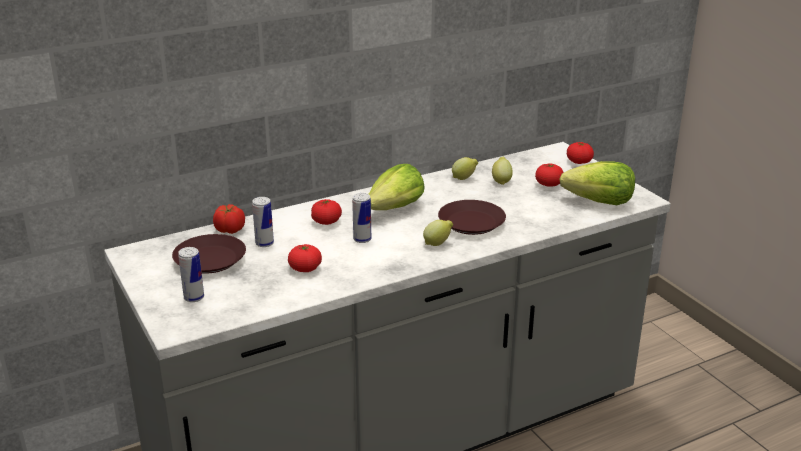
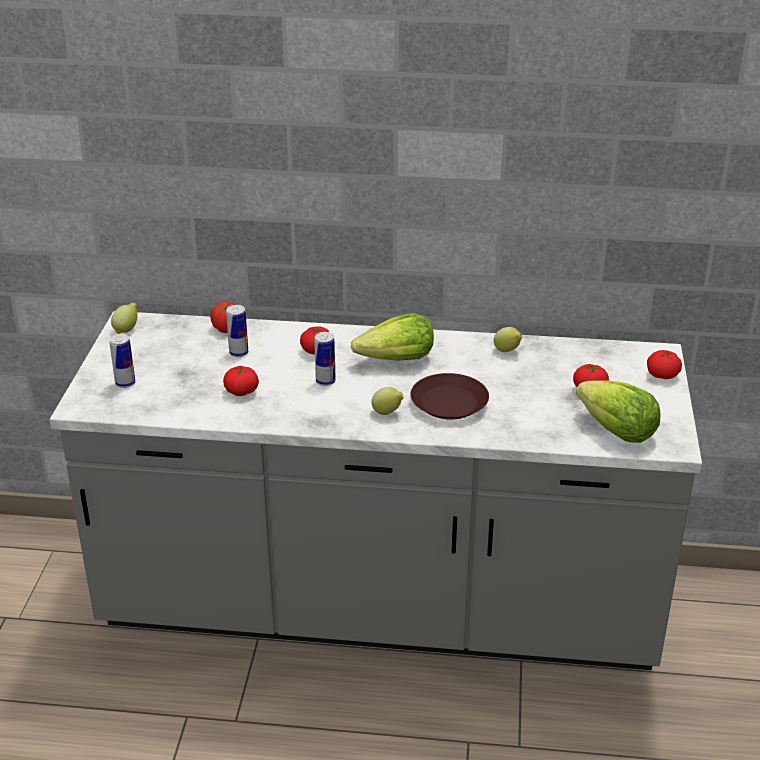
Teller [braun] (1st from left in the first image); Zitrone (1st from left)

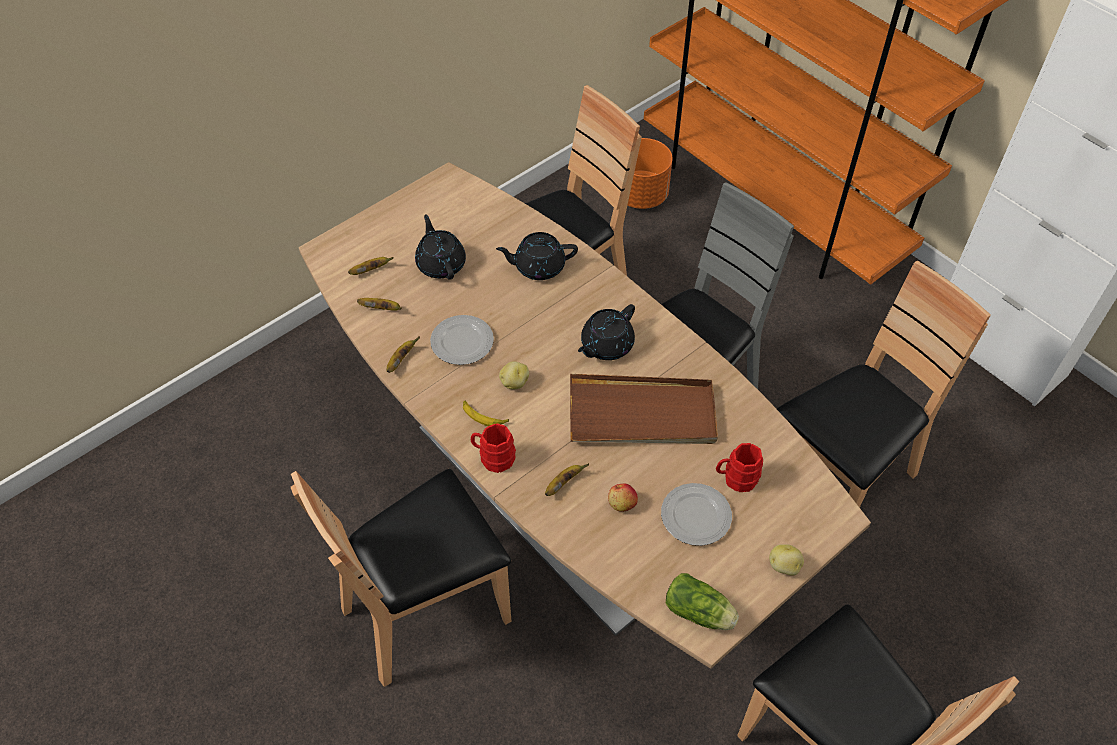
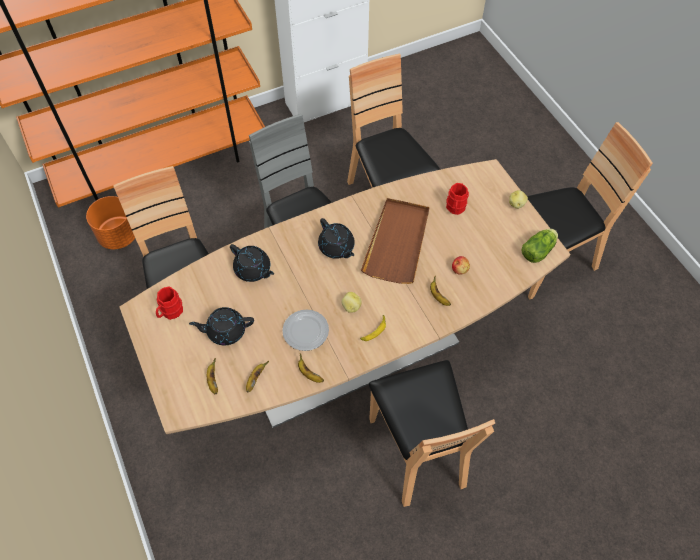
Henkelbecher [rot] (1st from left); Teekanne [schwarz] (2nd from left); Teller (2nd from left in the first image)

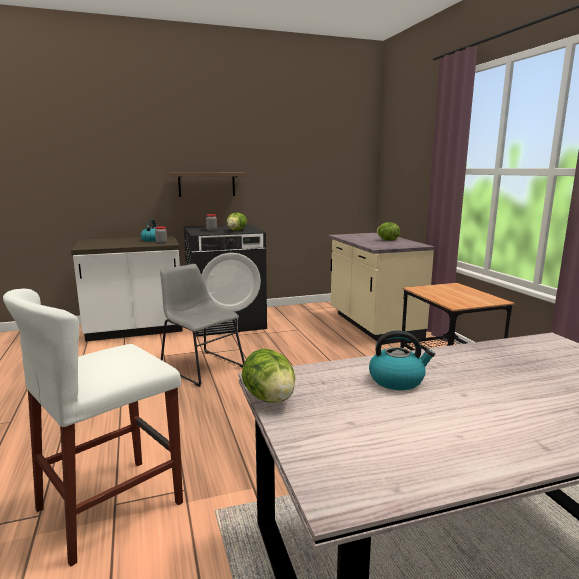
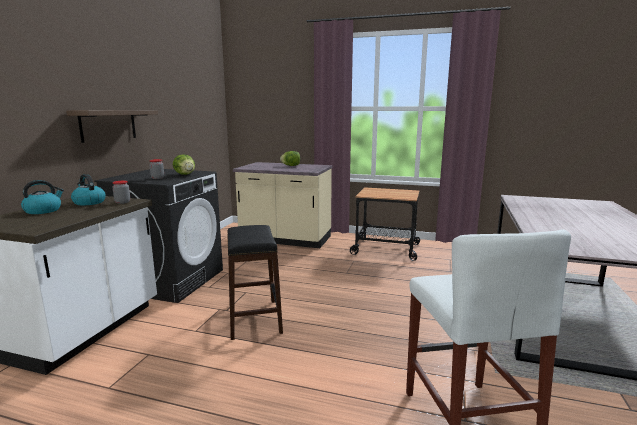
Hocker [schwarz]; Salatkopf (2nd from left in the first image); Wasserkessel (1st from left)

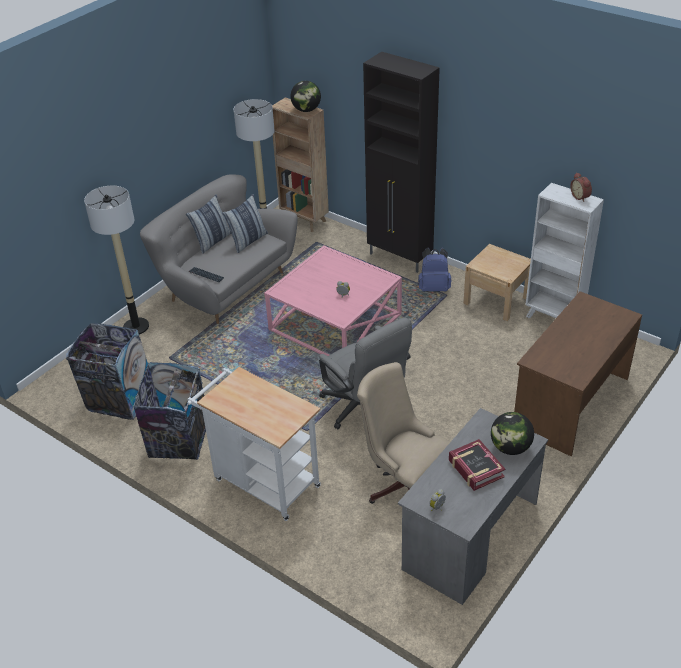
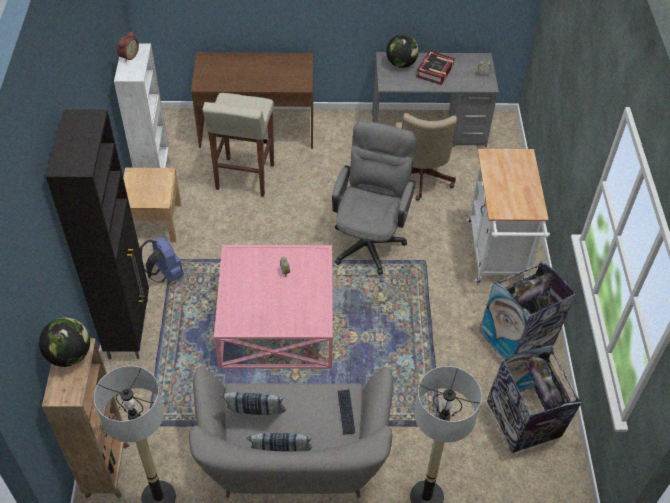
Hocker [beige]

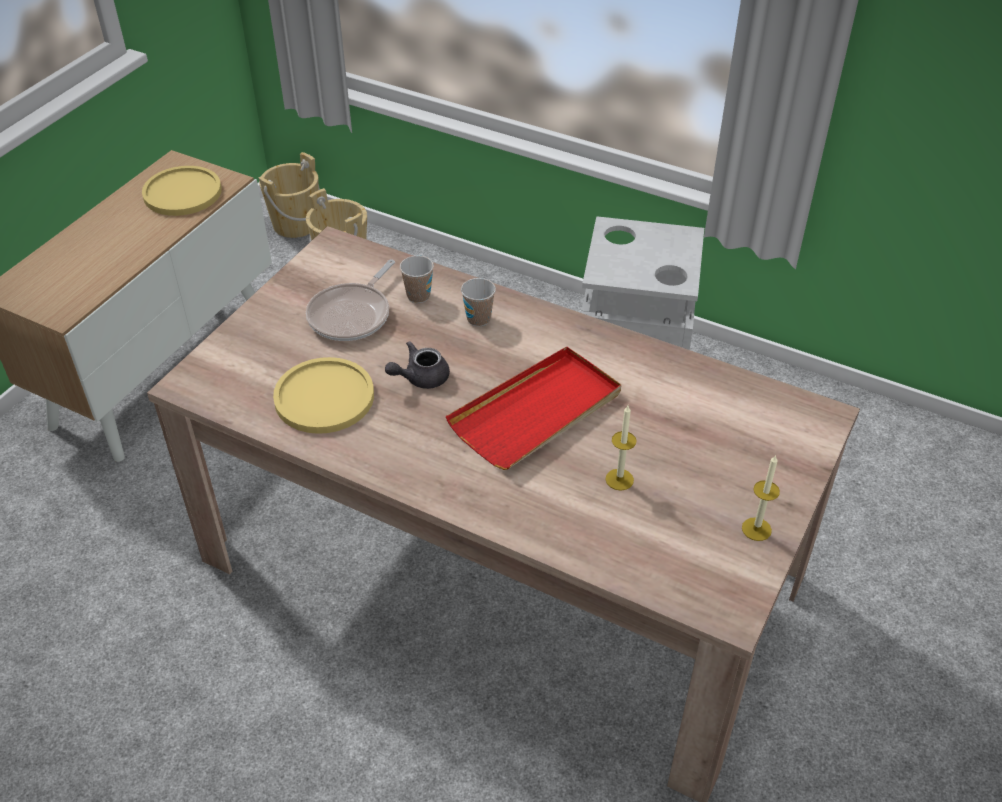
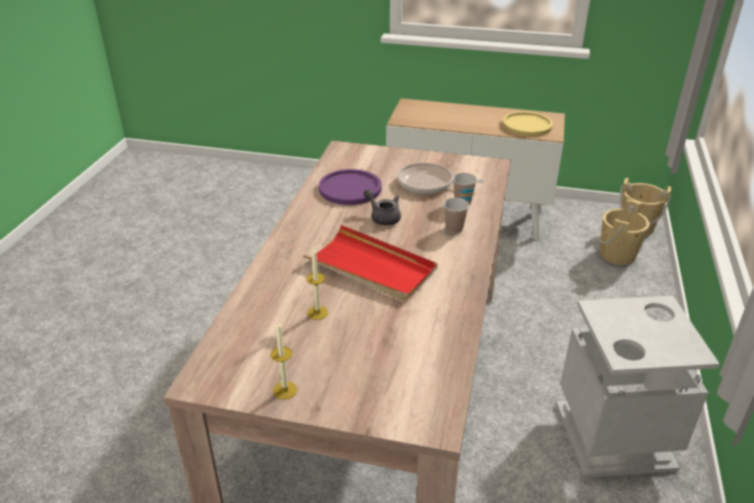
Teller [lila]

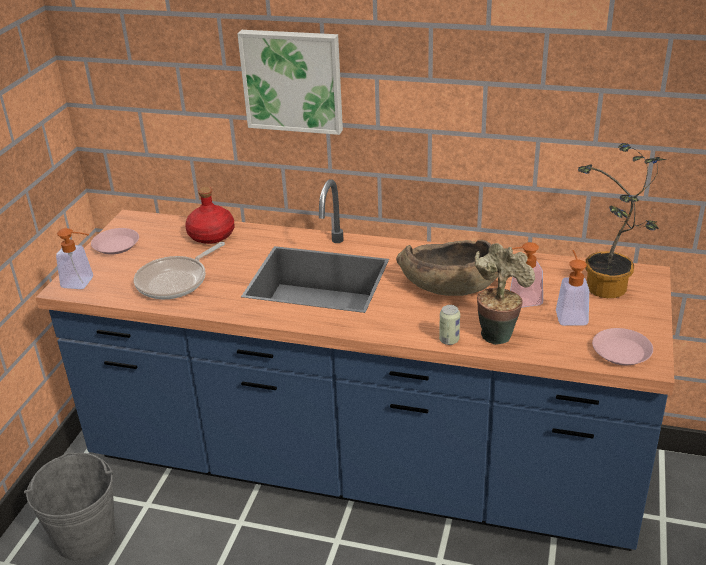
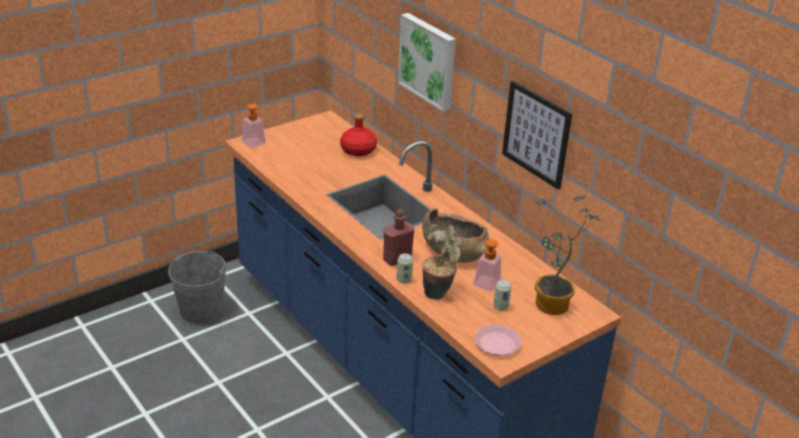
Teller [rosa] (1st from left in the first image); Pfanne; Dose (2nd from left); Flasche [rot] (2nd from left); Bild (2nd from left)

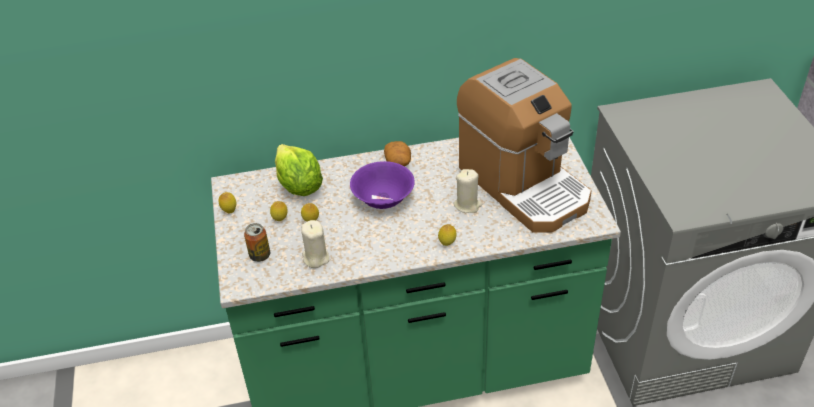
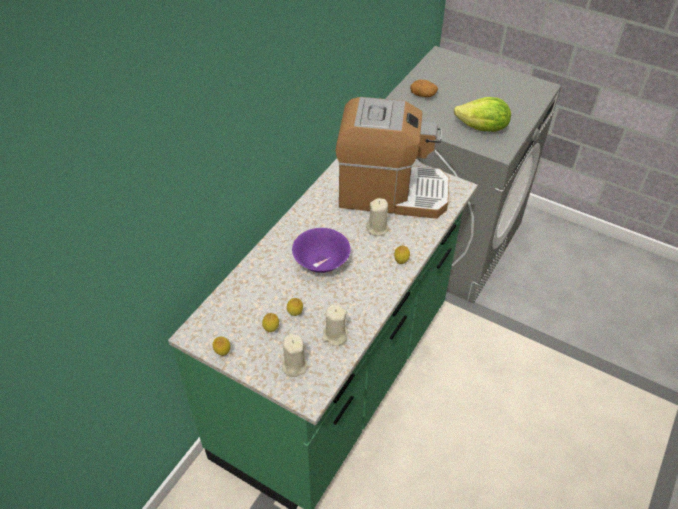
Kerze [beige] (1st from left); Salatkopf; Kartoffel

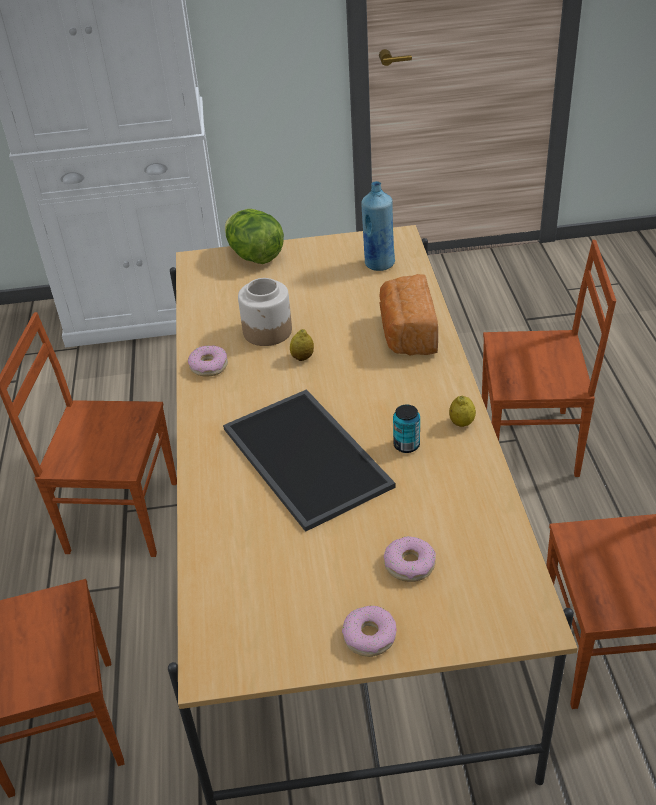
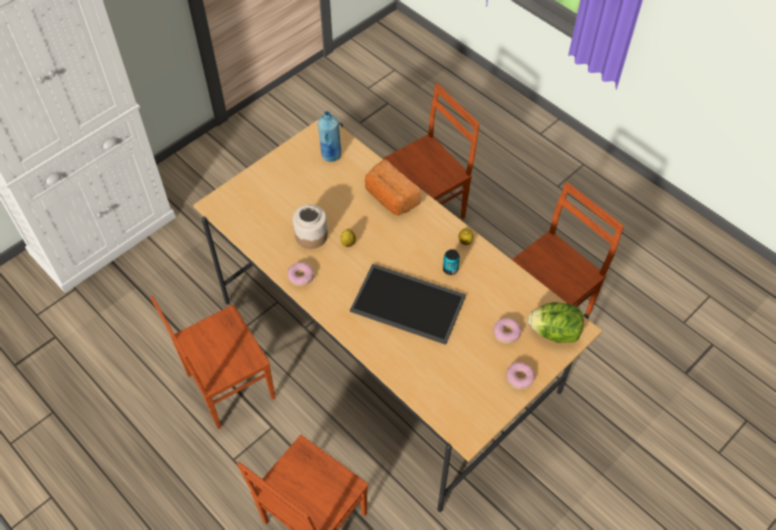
Salatkopf

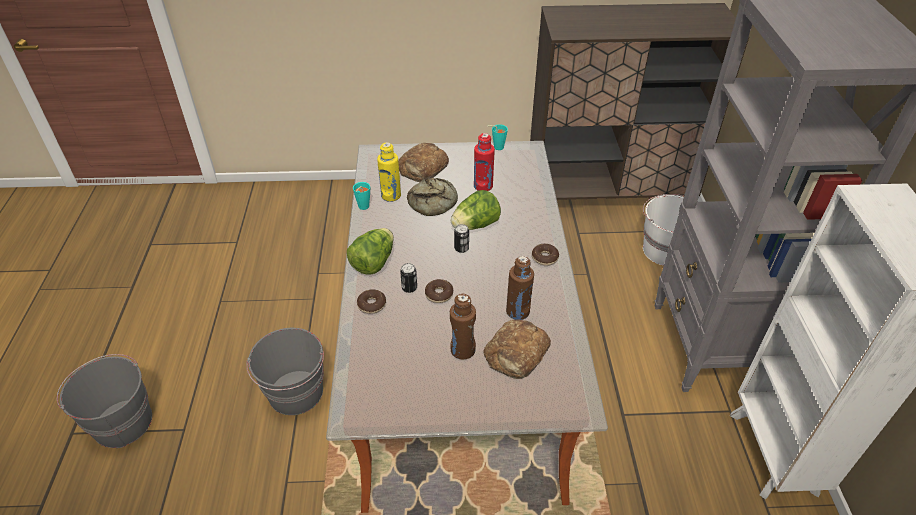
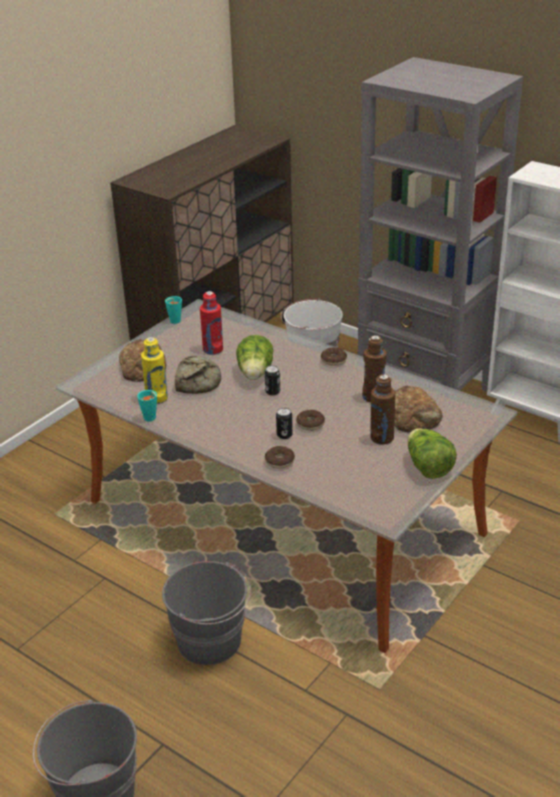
Salatkopf (2nd from left)

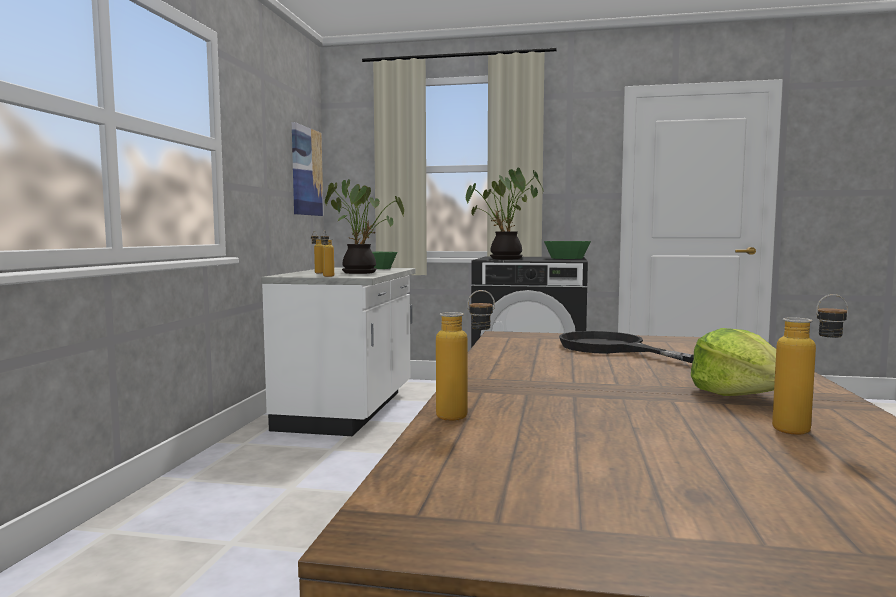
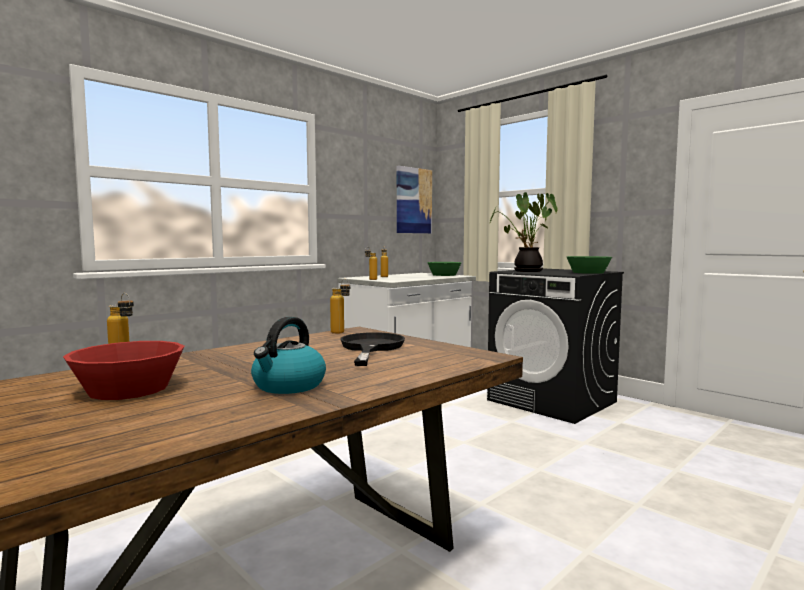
Topfpflanze (1st from left in the first image); Wasserkessel; Flasche (2nd from left); Schüssel [rot]

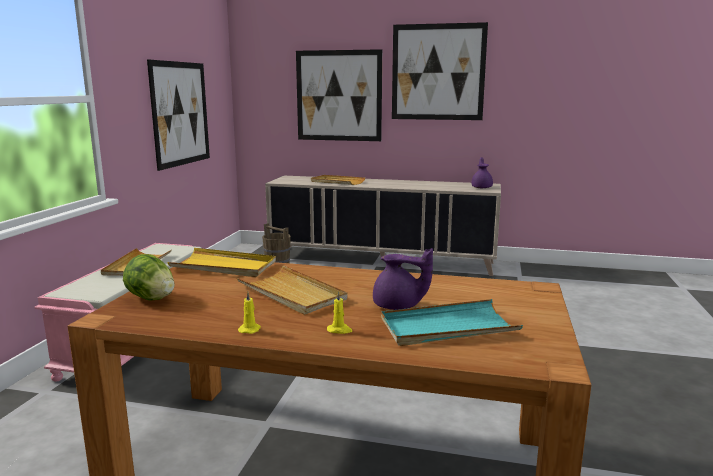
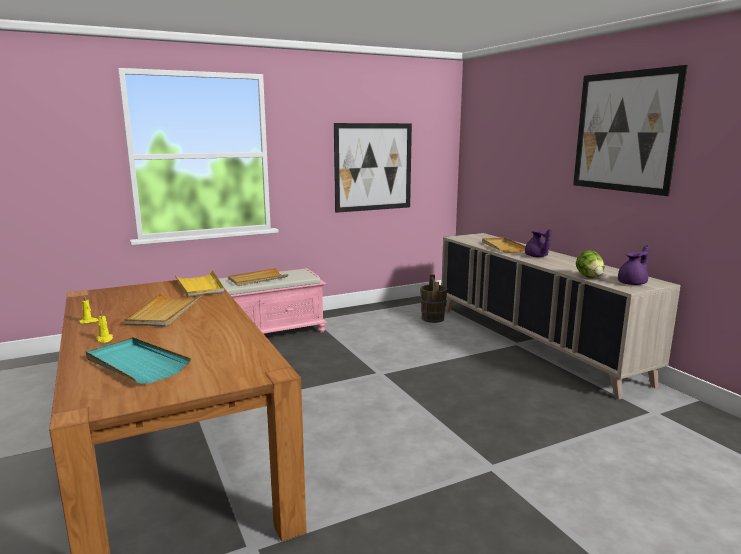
Salatkopf; Bild (2nd from left in the first image); Teekanne [lila] (1st from left)

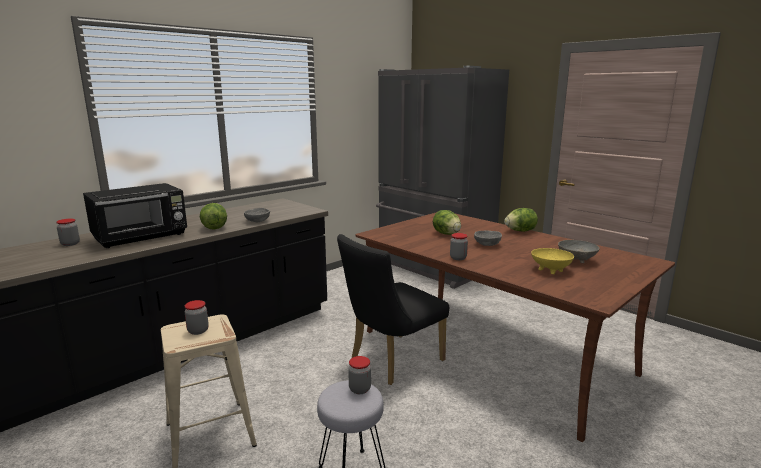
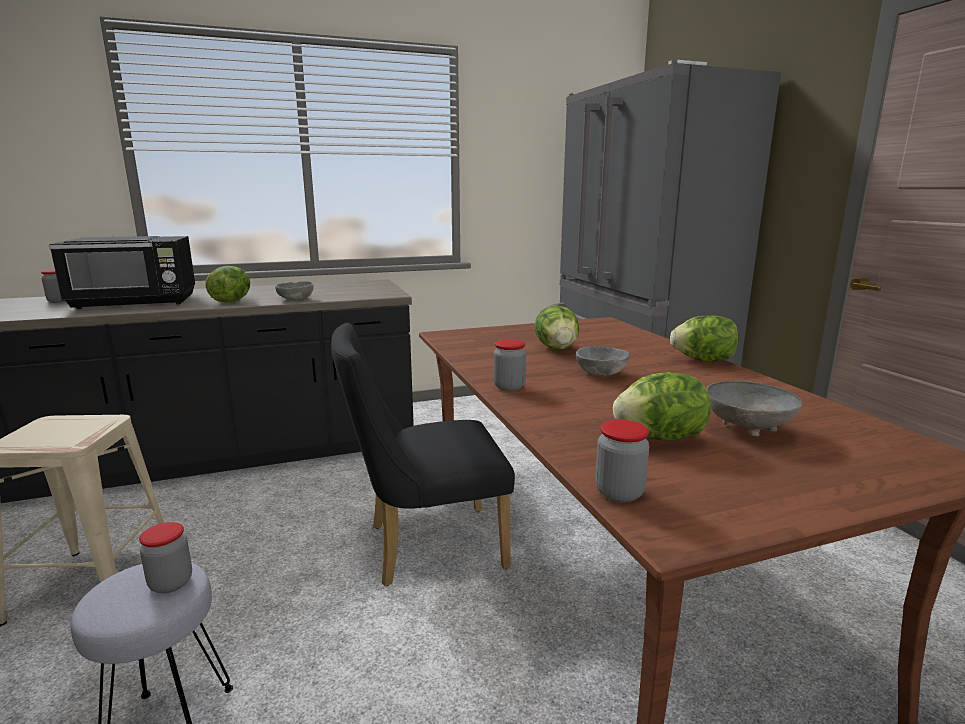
Vorratsglas (4th from left); Salatkopf (3rd from left)

